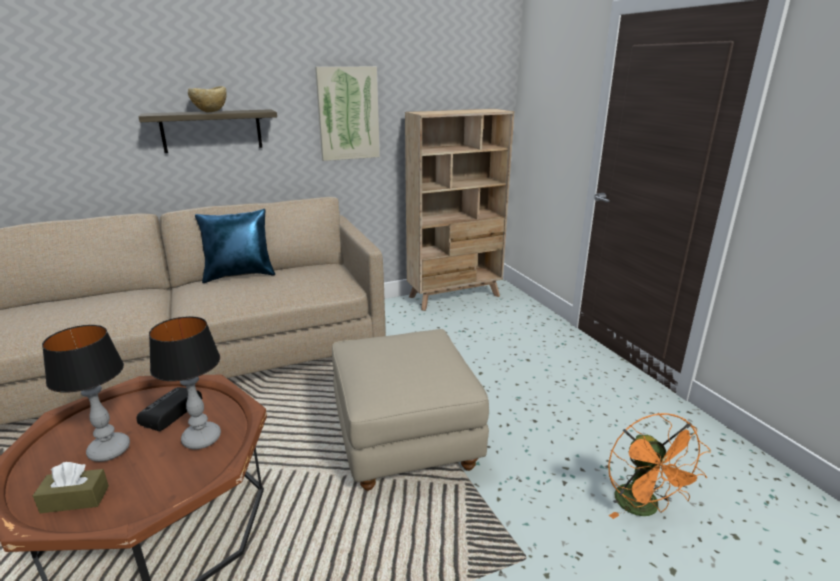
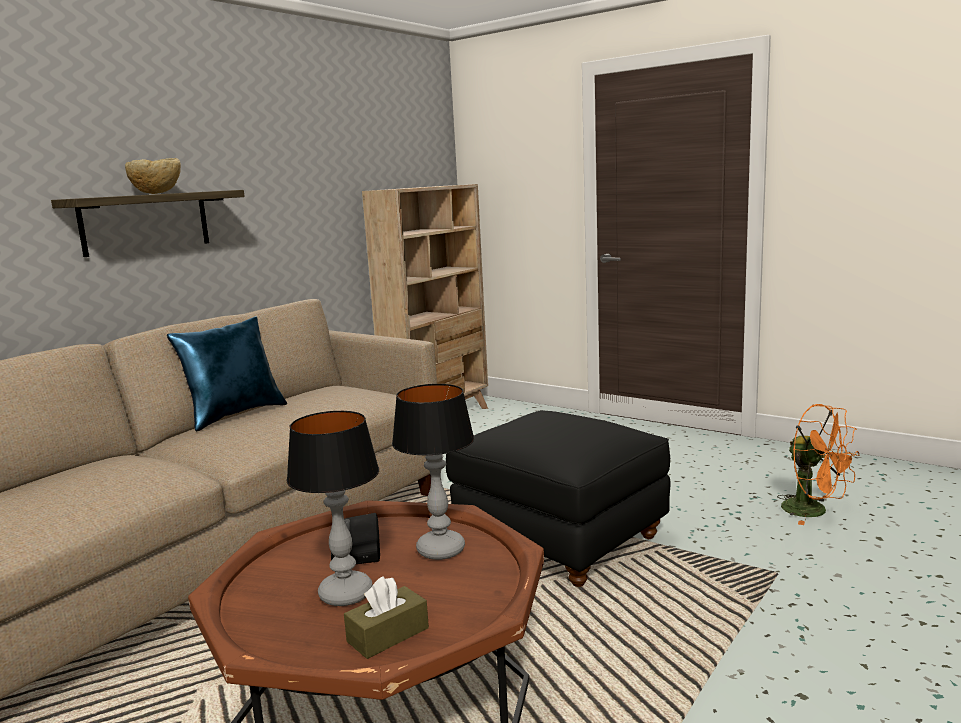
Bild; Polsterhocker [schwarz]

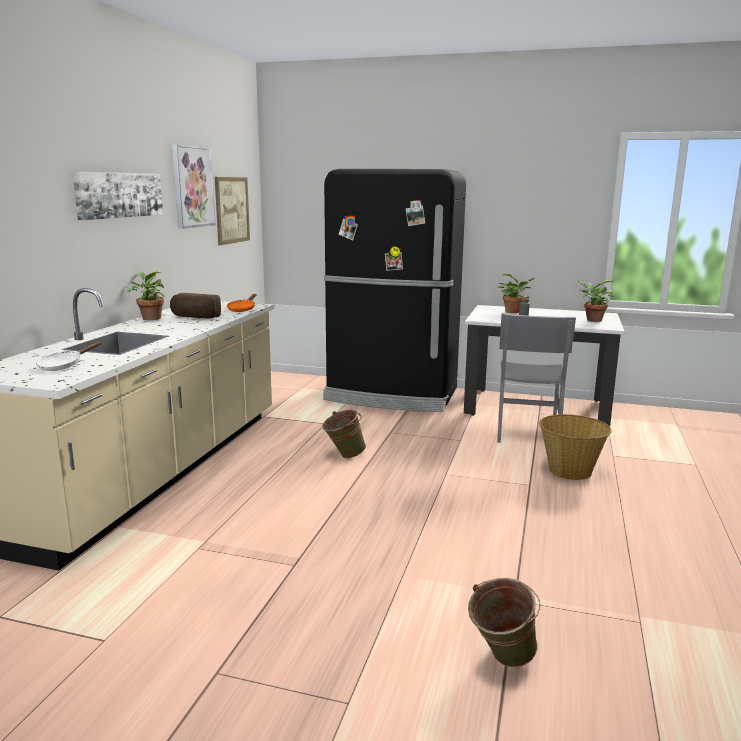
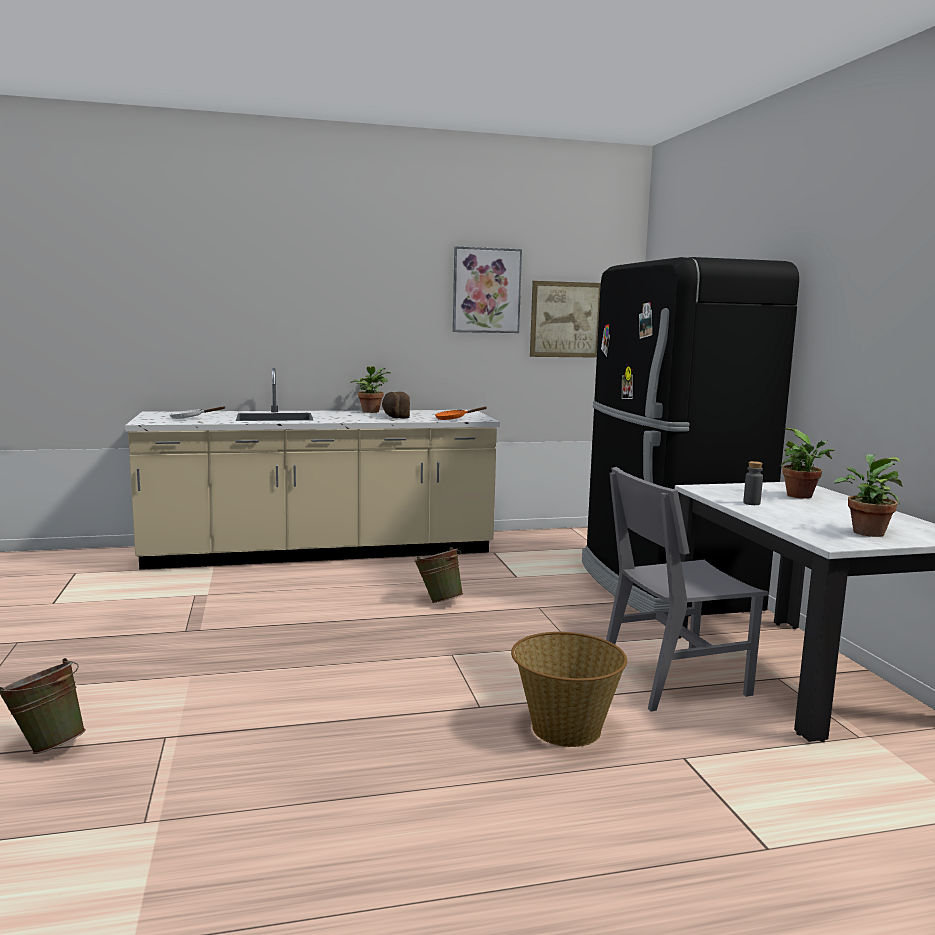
Bild (1st from left in the first image)

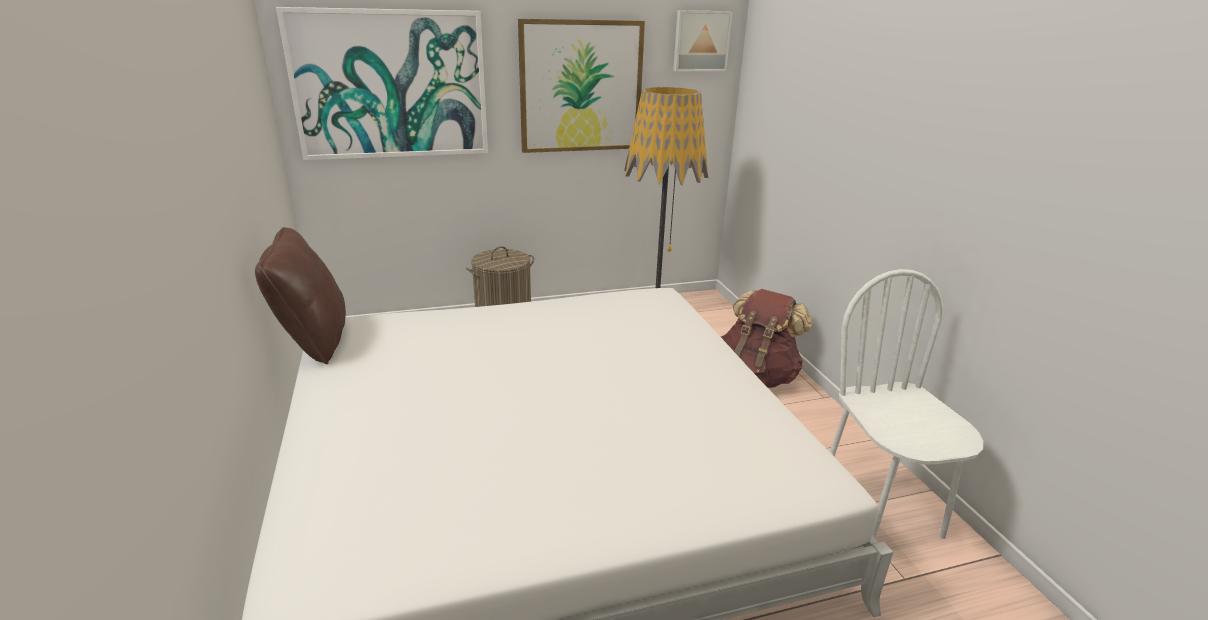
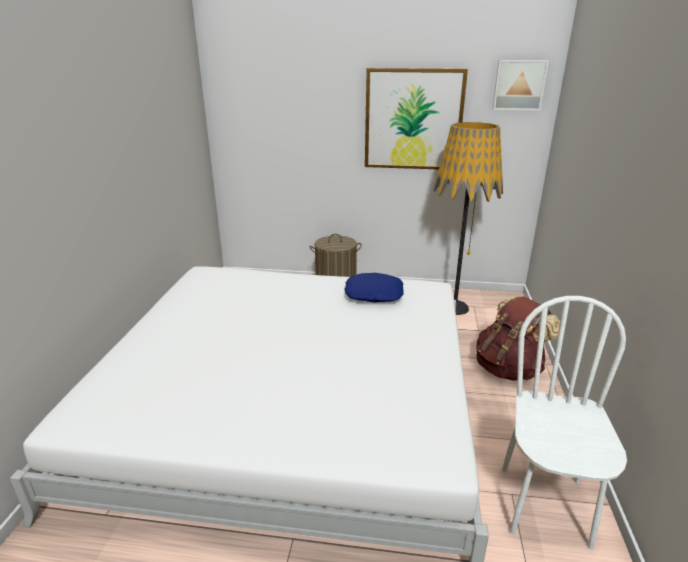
Kissen [braun]; Bild (1st from left in the first image); Kissen [blau]

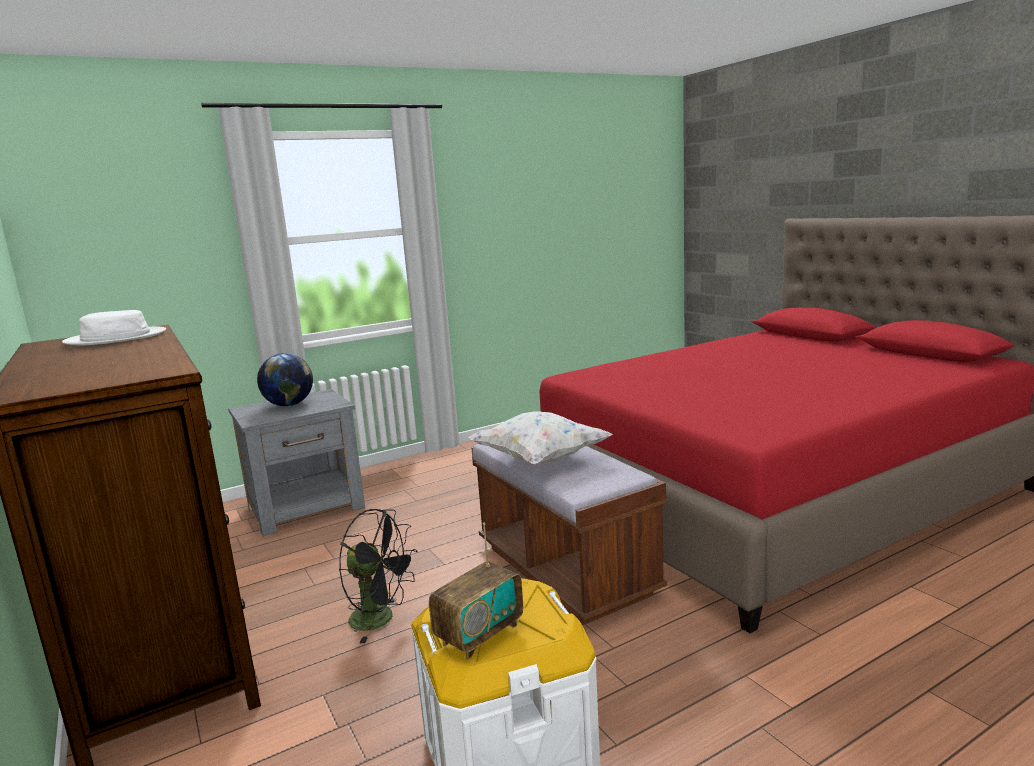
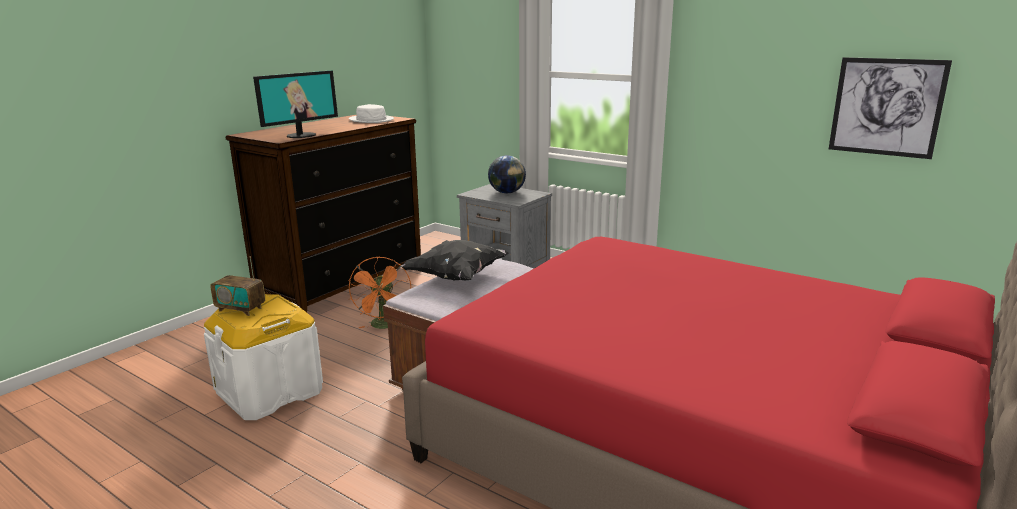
Ventilator [orange]; Kissen [schwarz]; Monitor; Bild

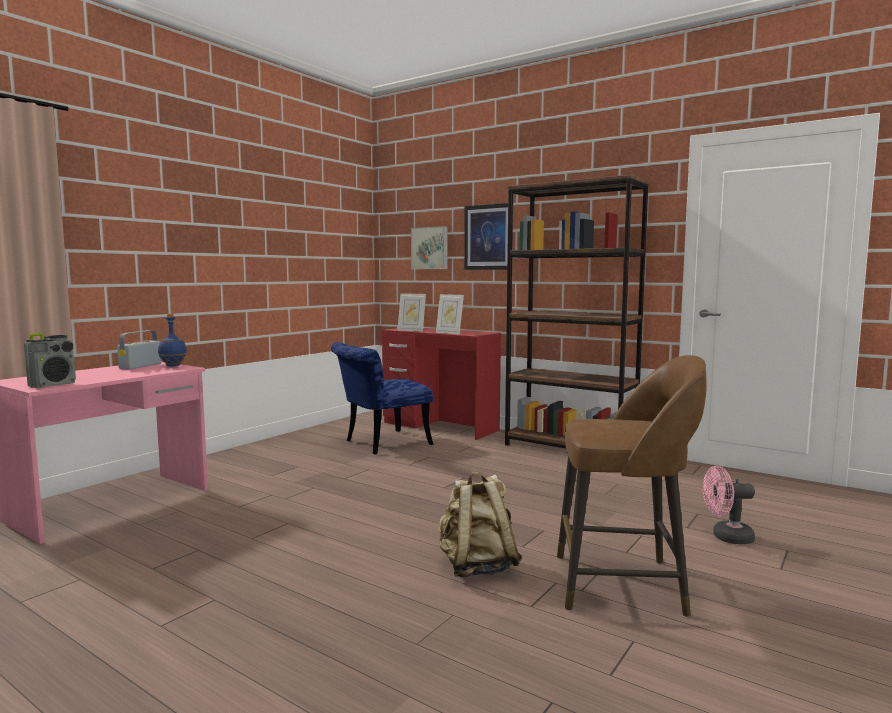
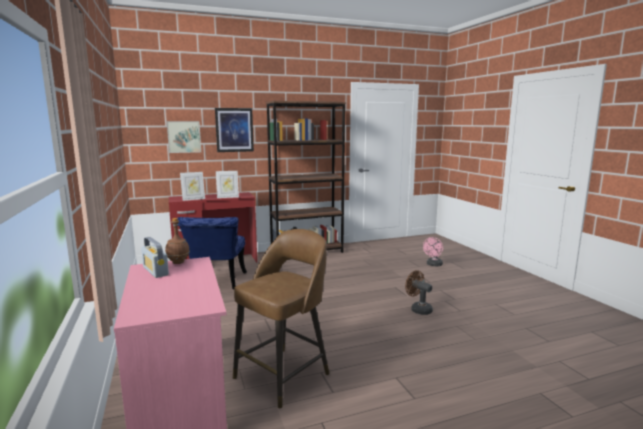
Radio (1st from left in the first image); Flasche [braun]; Ventilator [braun]; Hocker [braun]

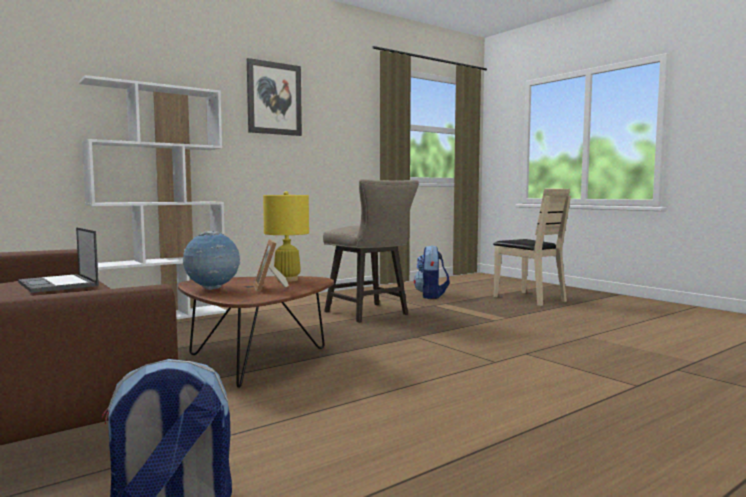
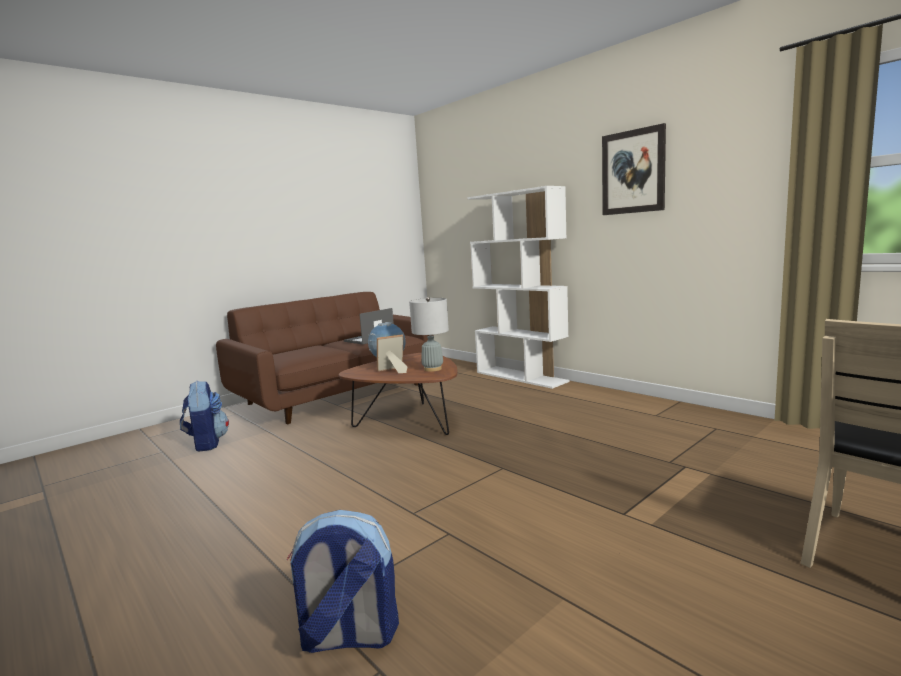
Tischlampe [grau]; Hocker [beige]; Rucksack (2nd from left)

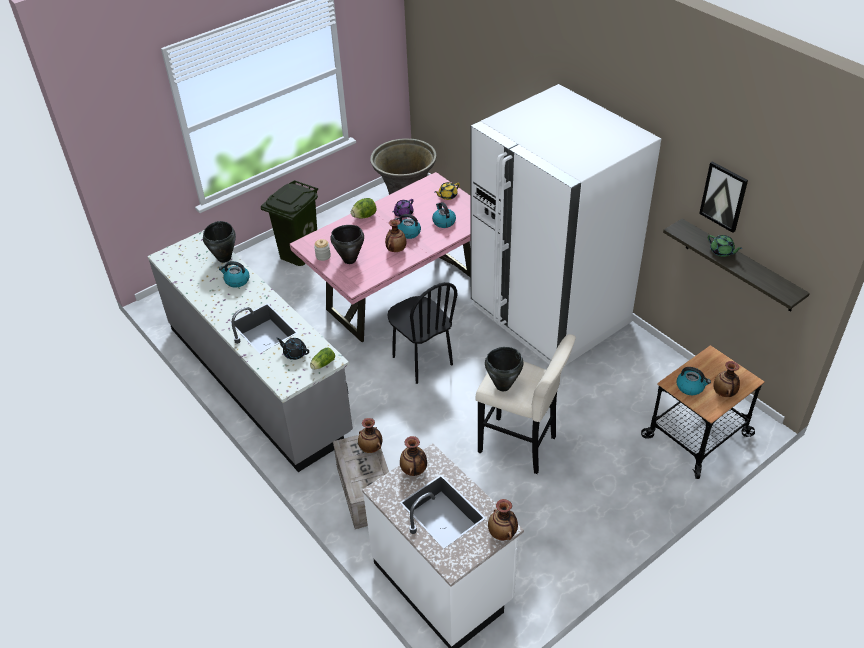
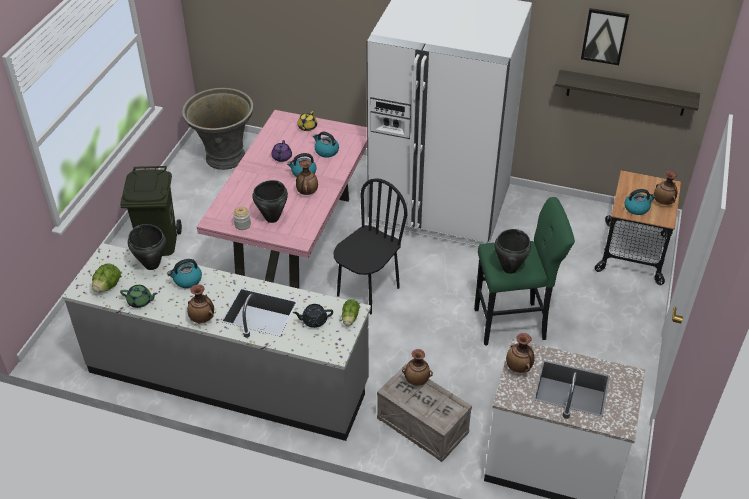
Salatkopf (1st from left); Stuhl [schwarz]; Hocker [grün]; Vase (1st from left); Teekanne [grün]

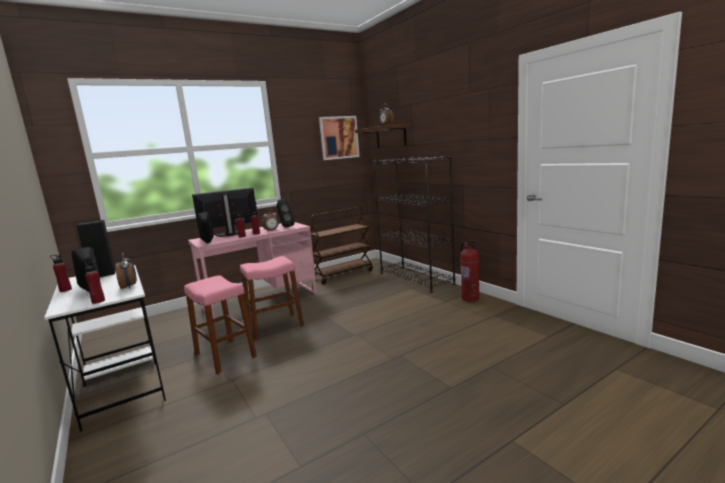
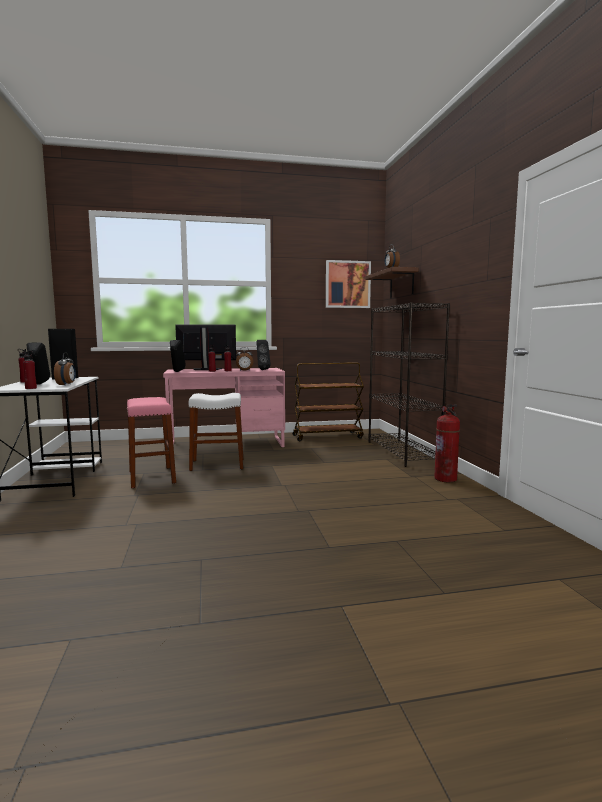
Hocker [weiß]

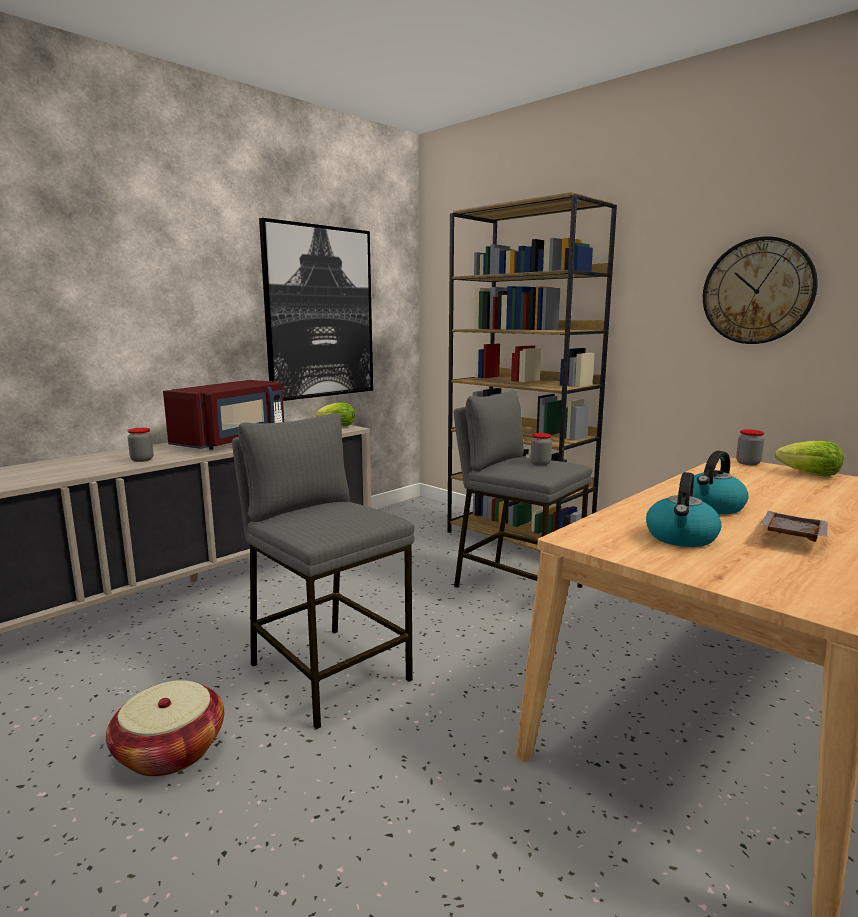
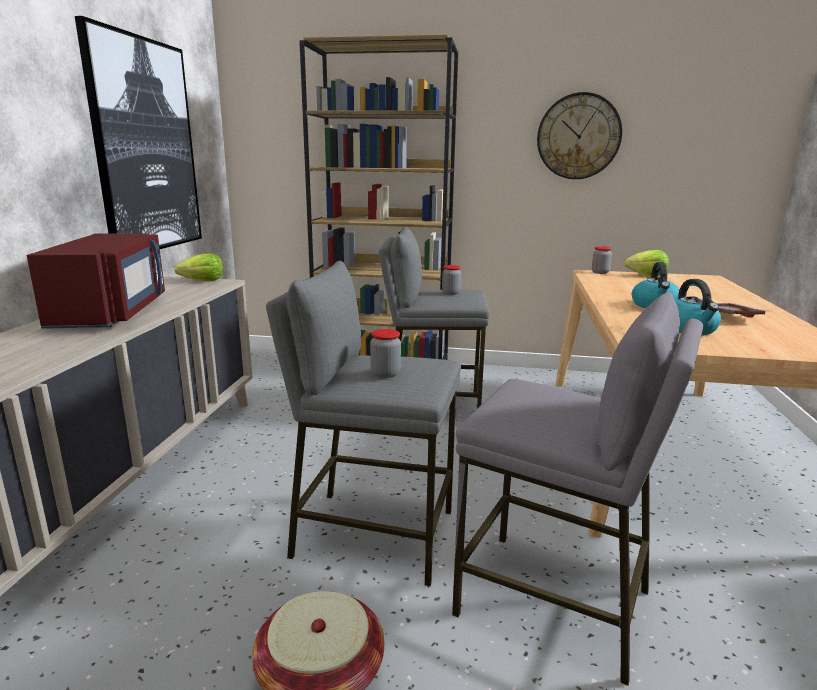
Vorratsglas (1st from left); Hocker [grau] (3rd from left)

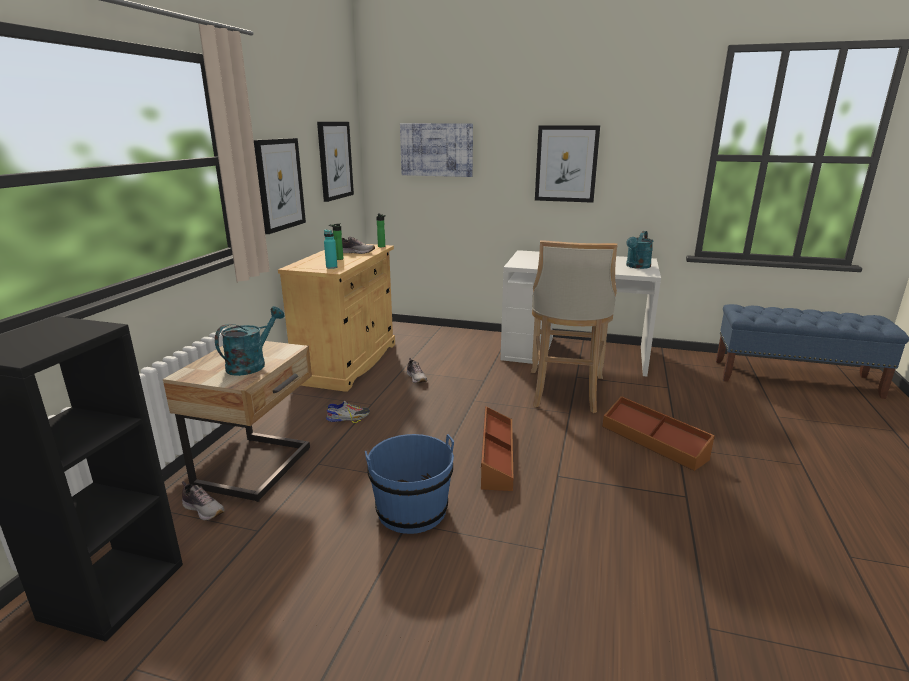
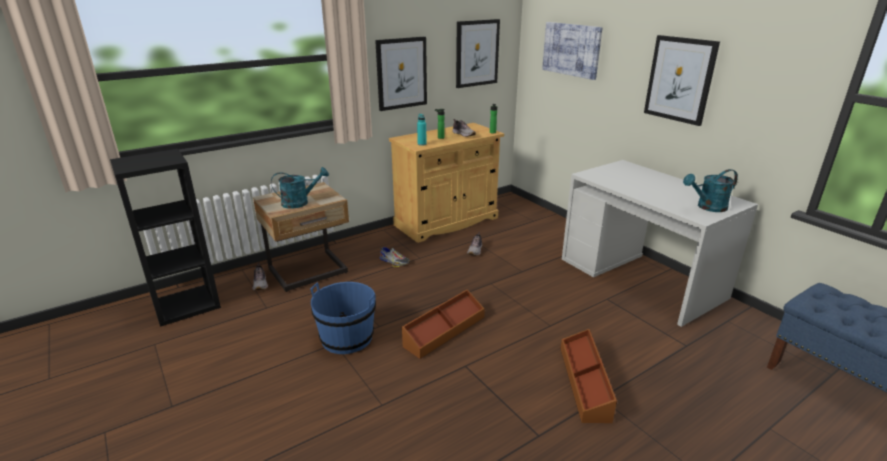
Hocker [beige]

